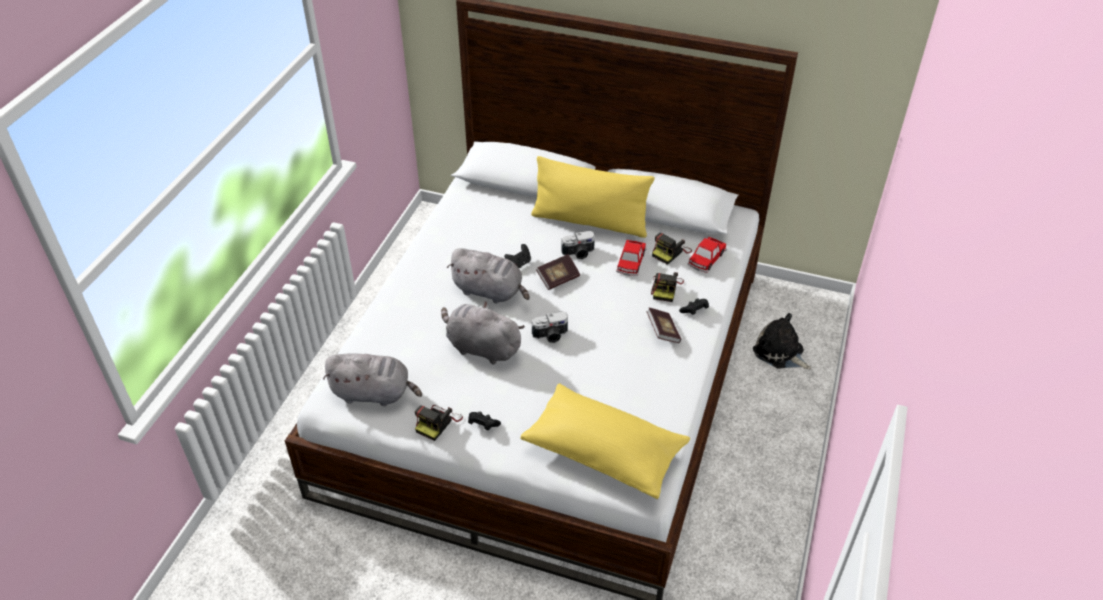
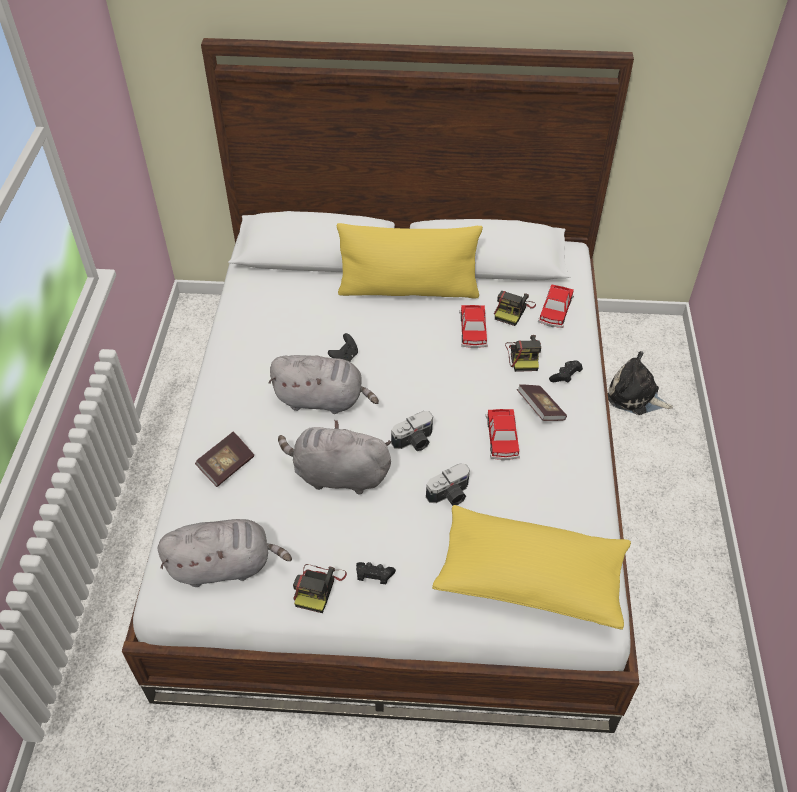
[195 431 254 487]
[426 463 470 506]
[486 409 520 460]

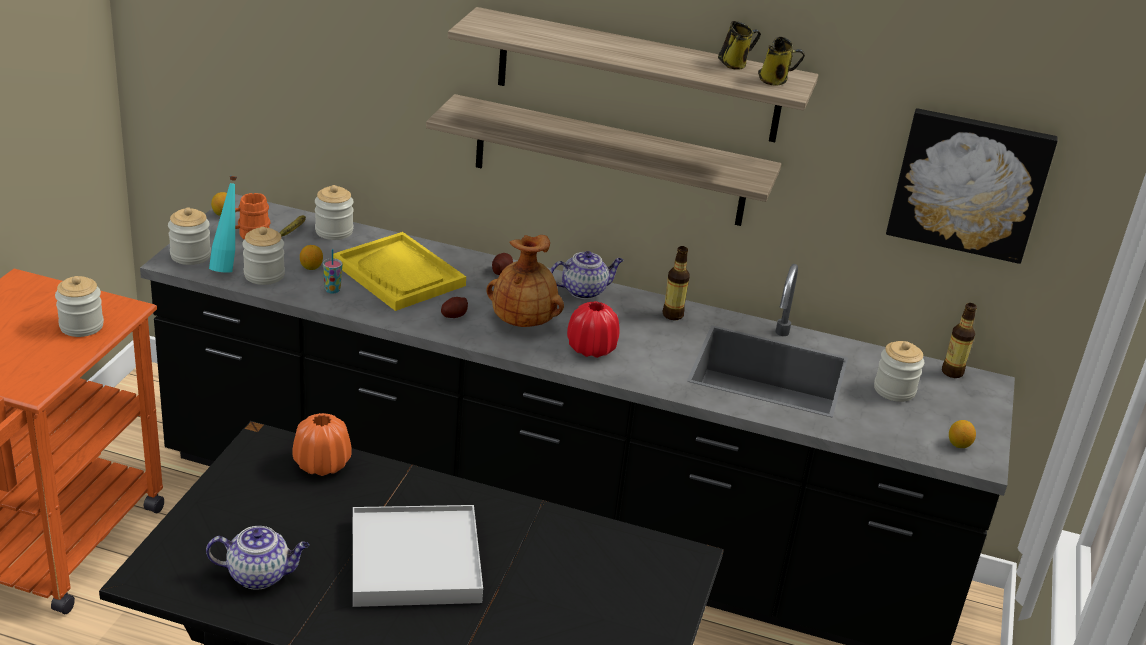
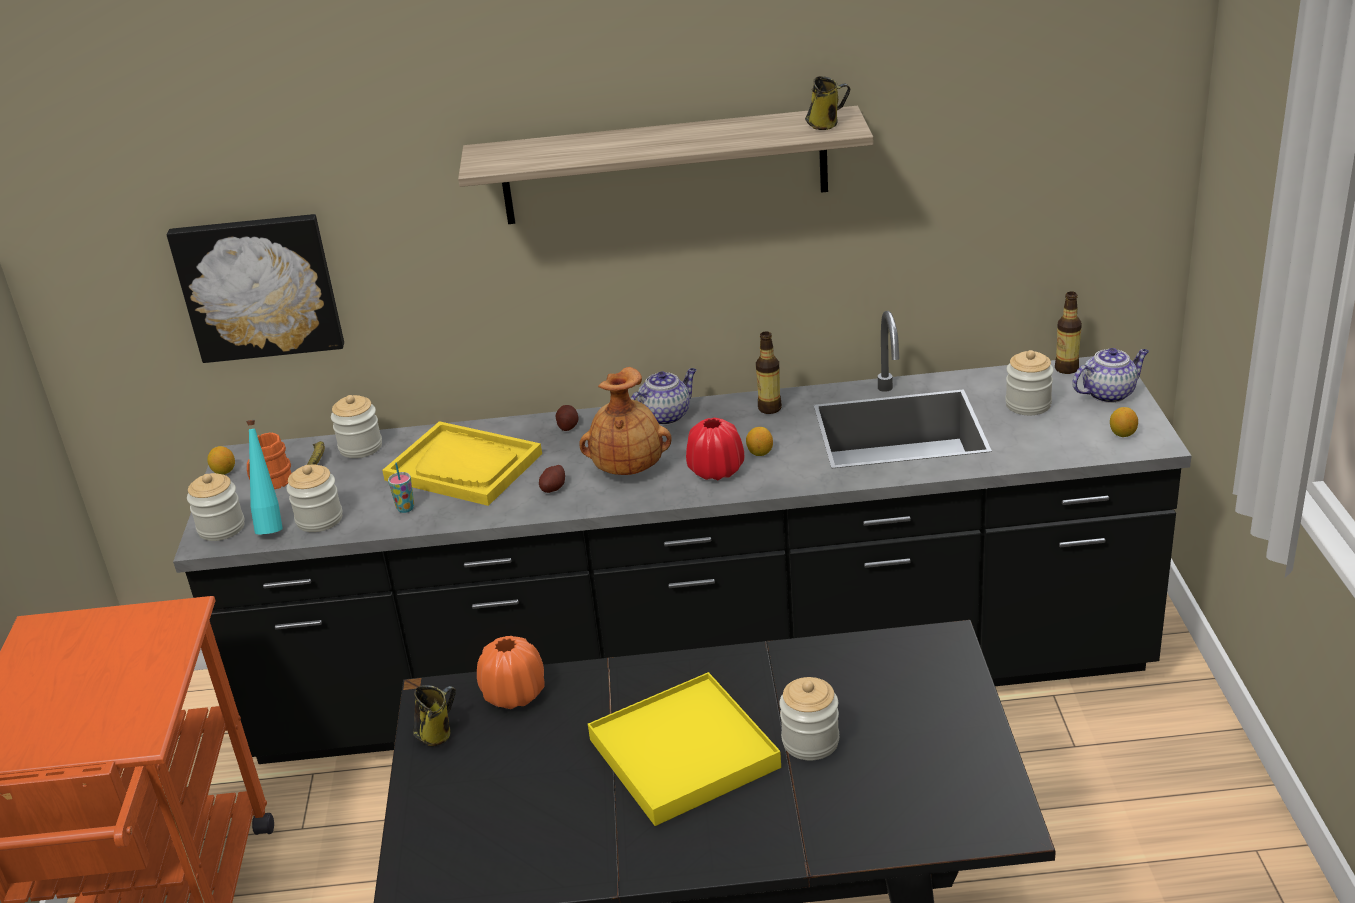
[779 677 839 760]
[1072 348 1149 403]
[746 427 773 456]
[588 672 781 826]
[426 94 781 226] (first image)
[413 685 456 746]
[167 214 344 363]

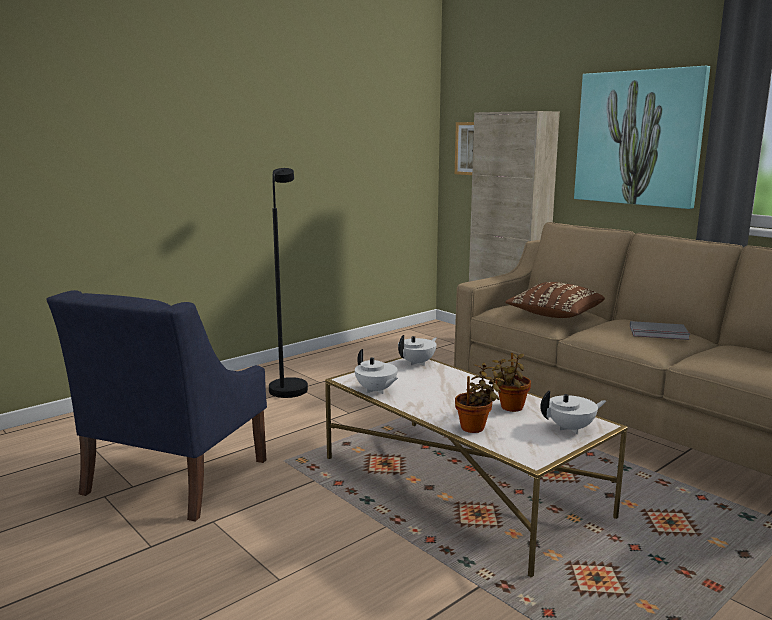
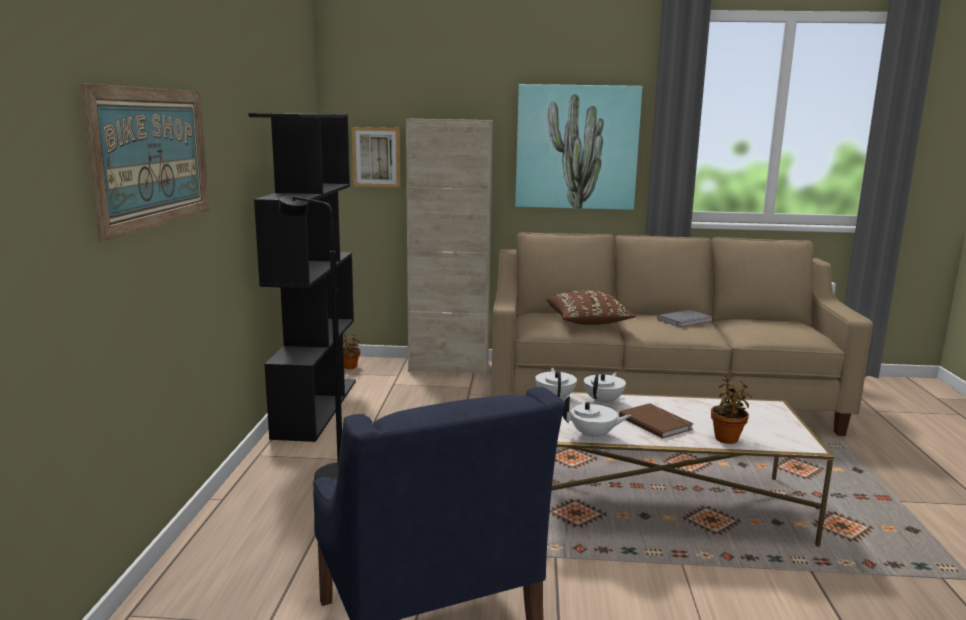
[343 332 360 369]
[584 372 626 405]
[80 83 209 241]
[249 113 356 442]
[619 403 694 439]

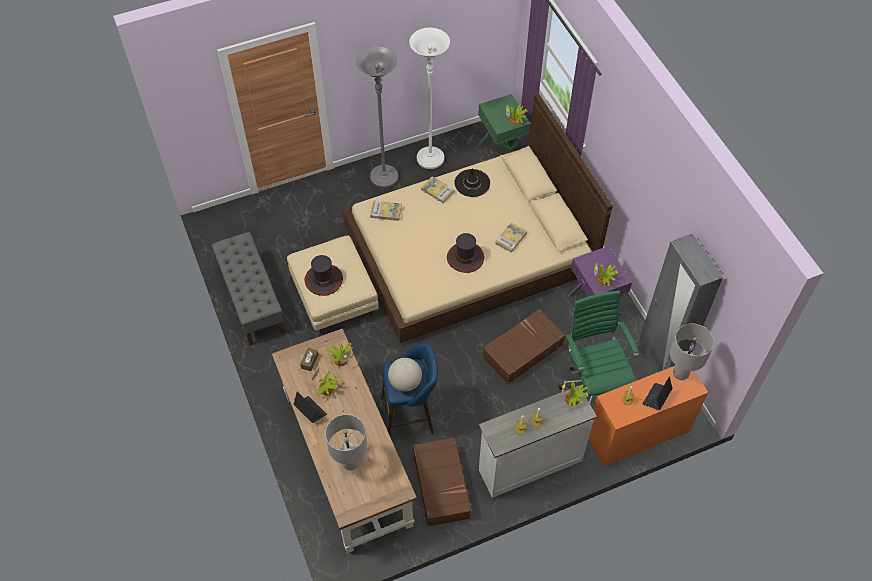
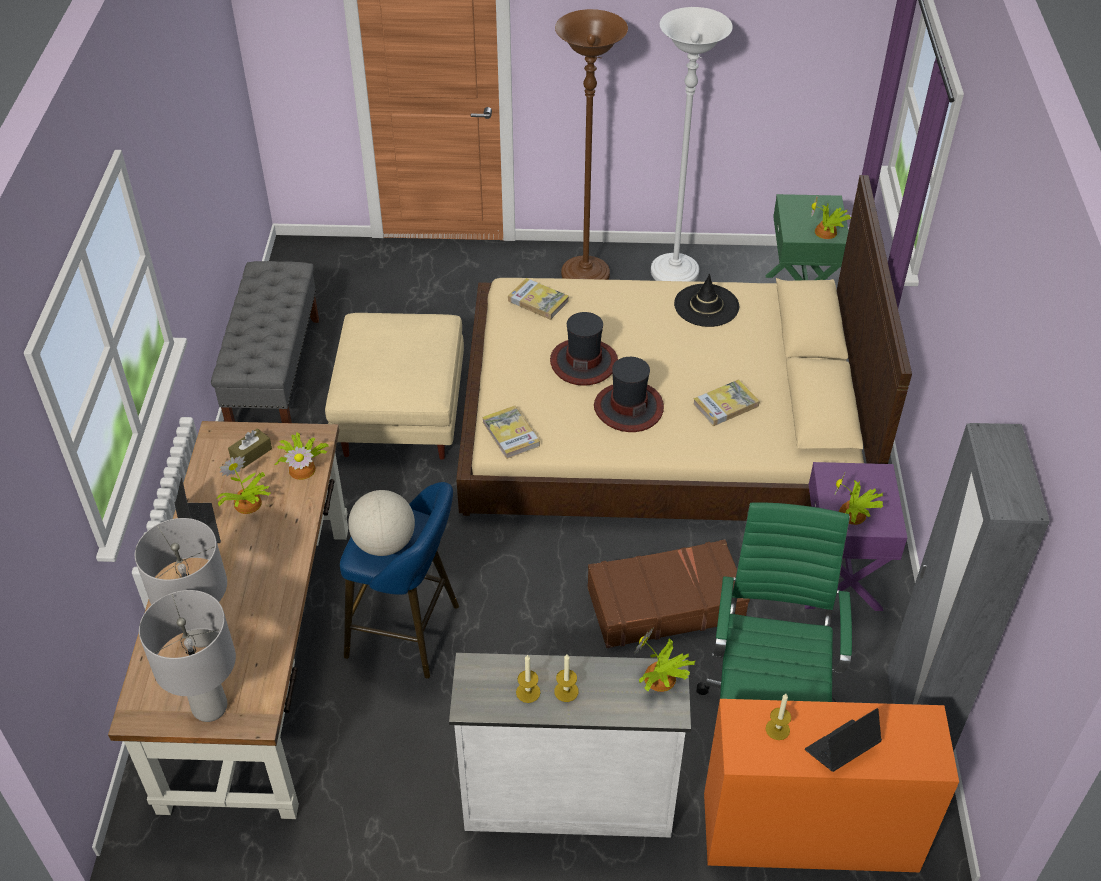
[550 312 618 386]
[555 9 628 280]
[413 437 473 527] (first image)
[482 405 540 459]
[139 590 236 722]

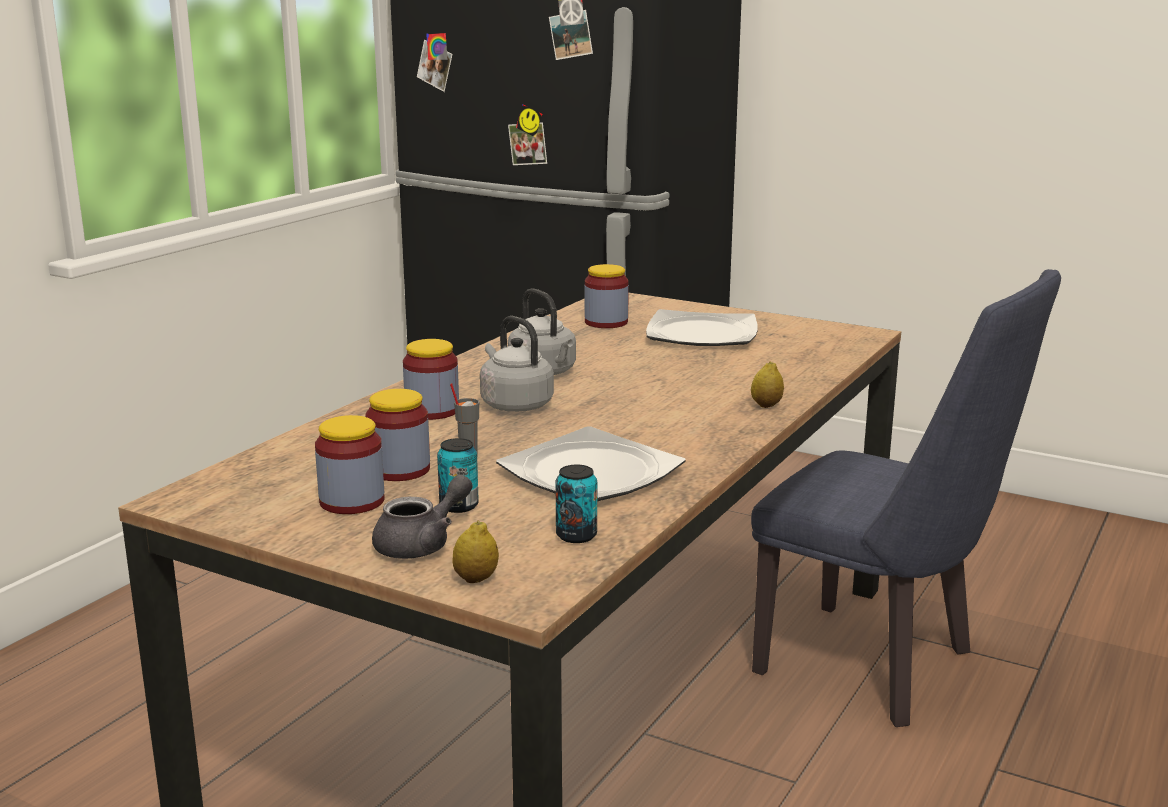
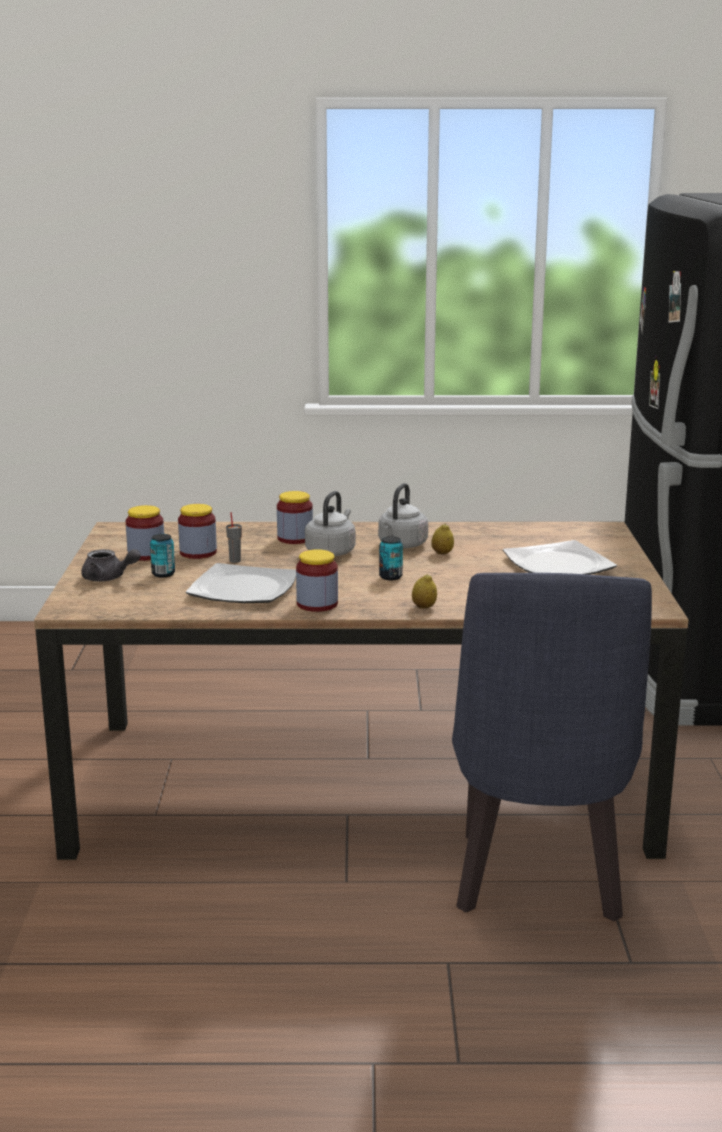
[431 524 454 554]
[379 536 403 580]
[296 549 338 612]

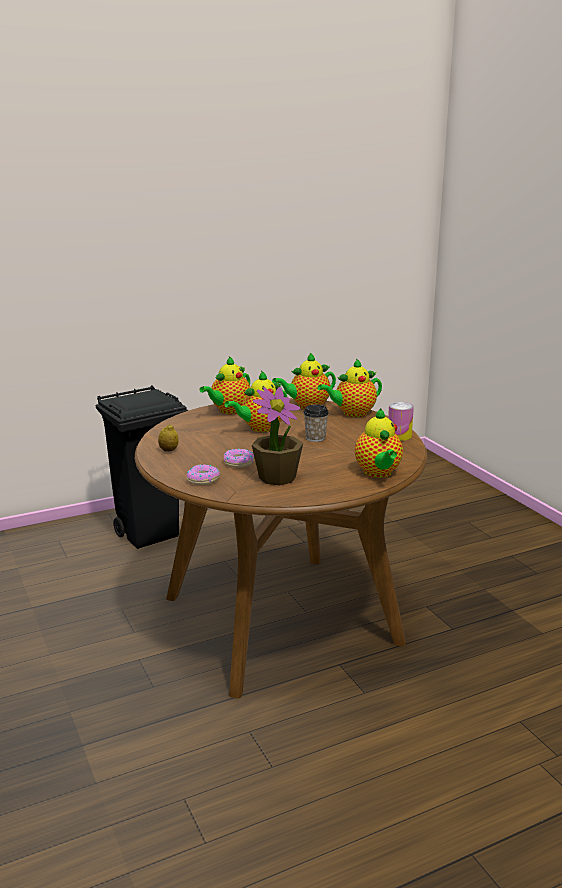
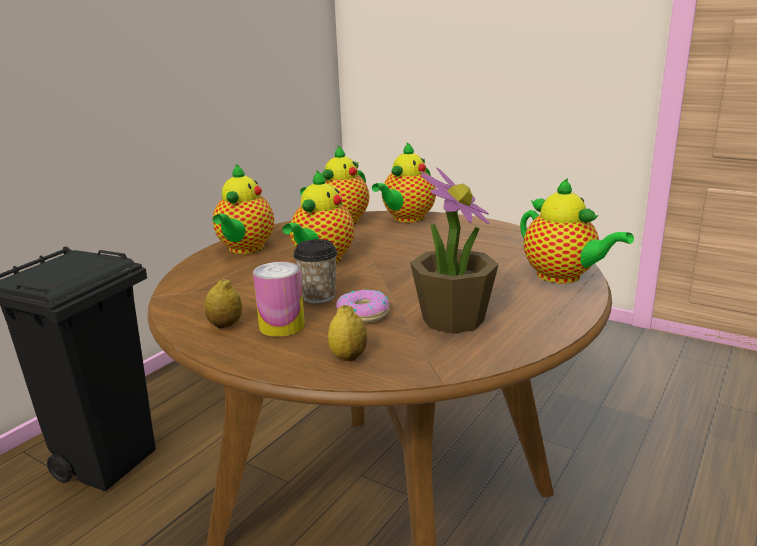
[328 305 367 361]
[293 239 338 303]
[253 262 305 337]

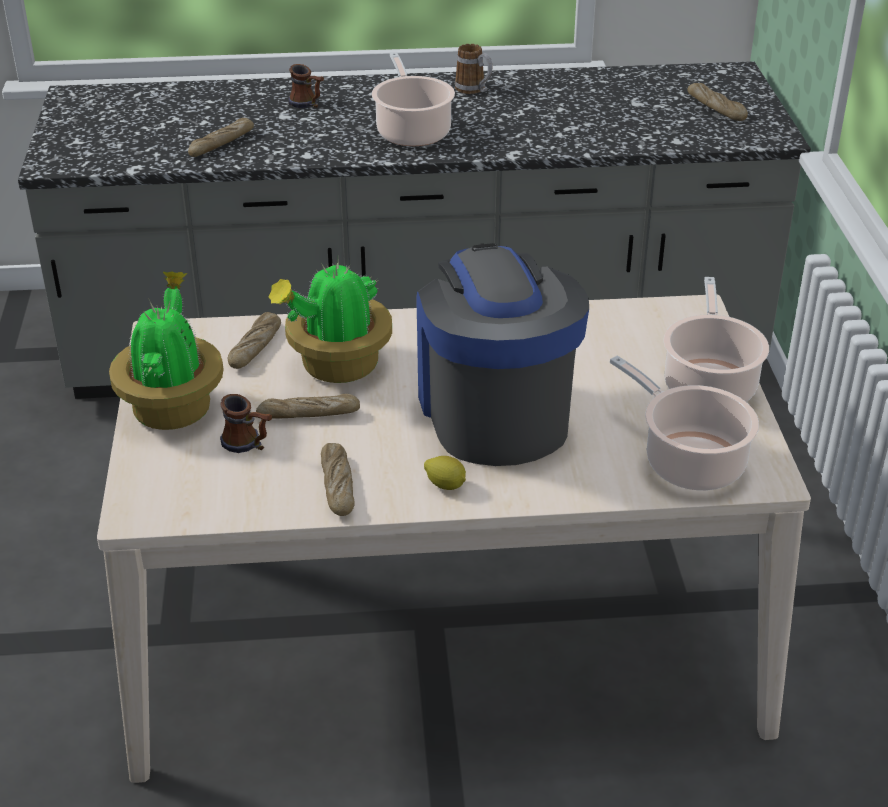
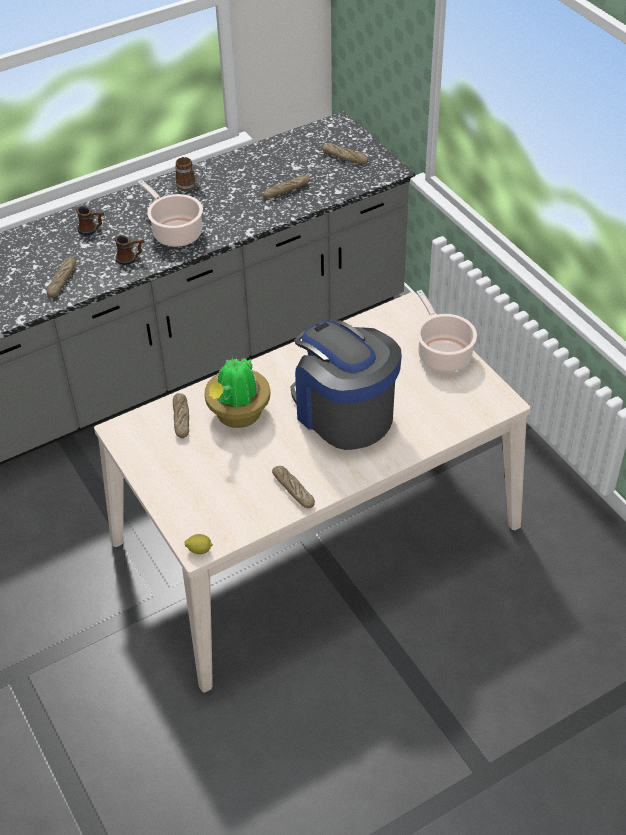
[109 271 224 430] (first image)
[114 235 145 265]
[263 175 310 199]
[185 534 213 554]
[610 356 759 490] (first image)

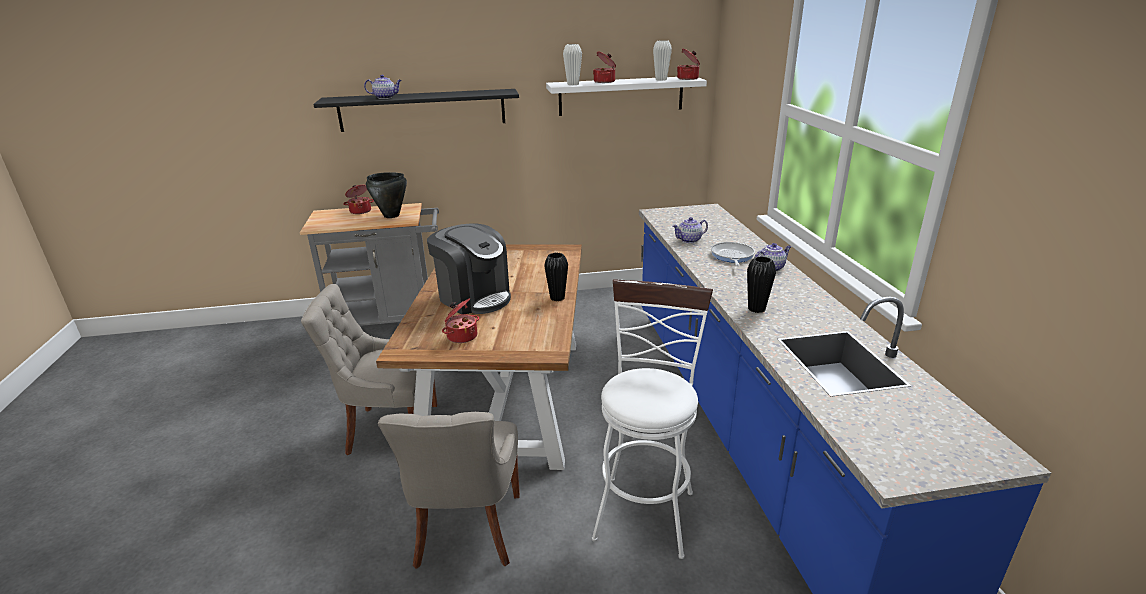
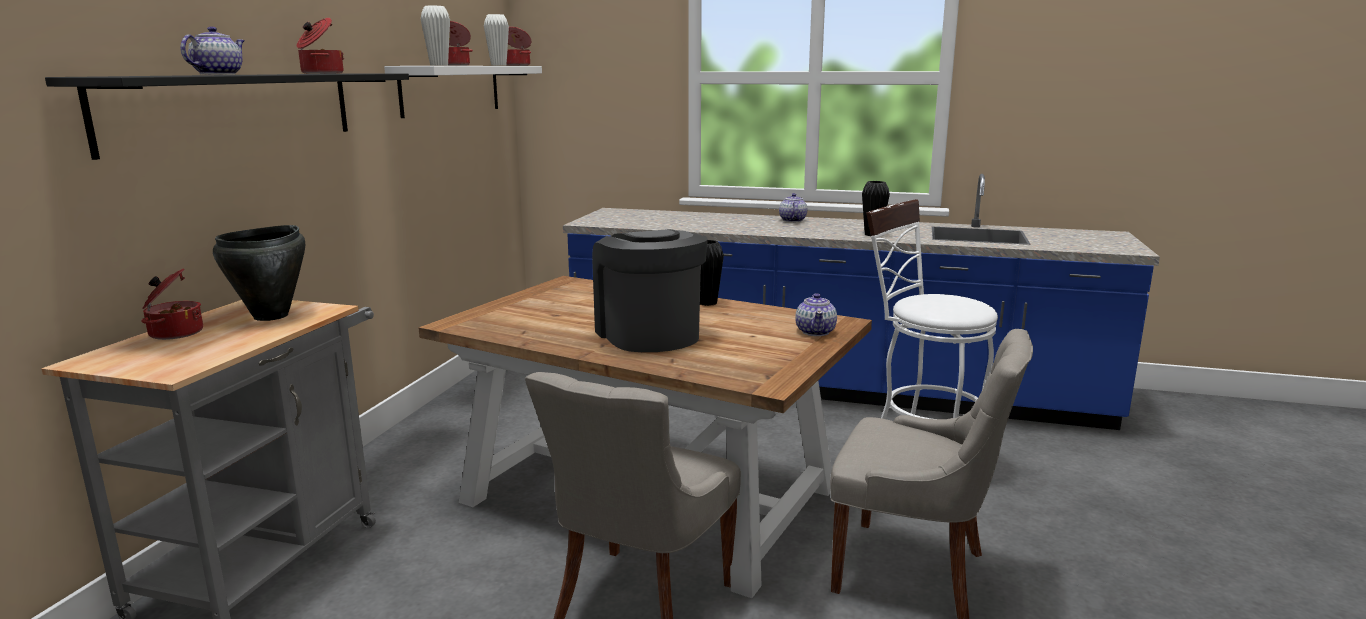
[592 229 708 352]
[297 18 344 74]
[795 293 837 336]
[711 242 755 266] (first image)

